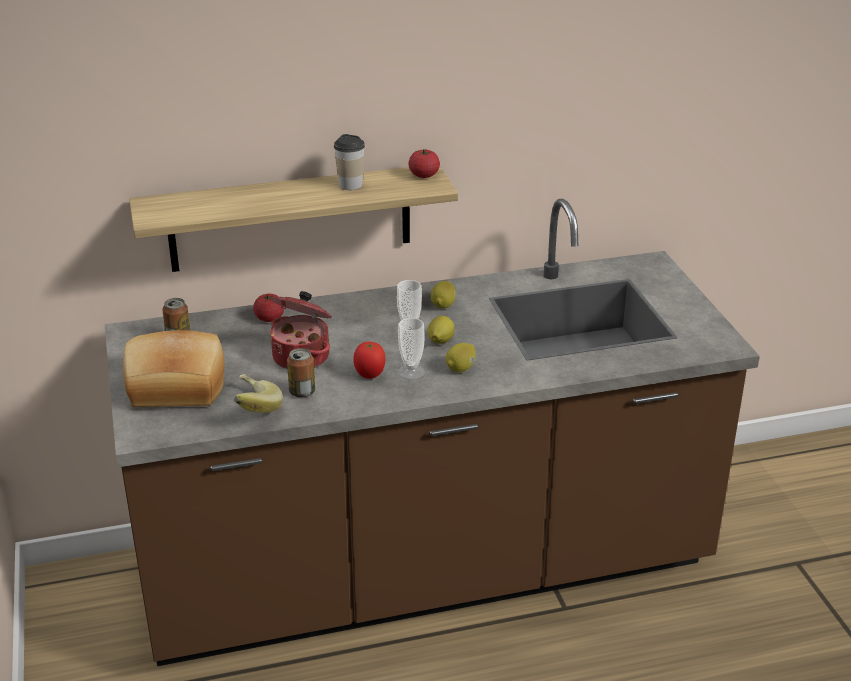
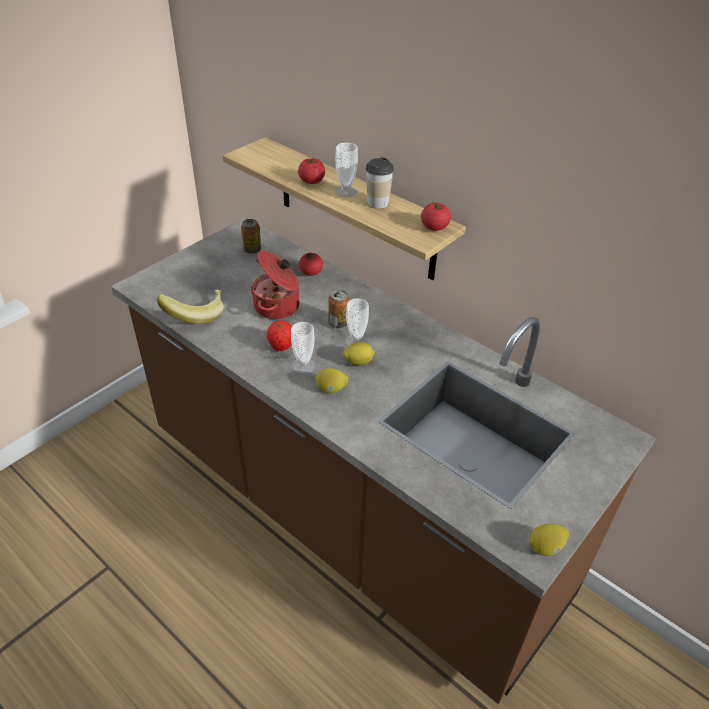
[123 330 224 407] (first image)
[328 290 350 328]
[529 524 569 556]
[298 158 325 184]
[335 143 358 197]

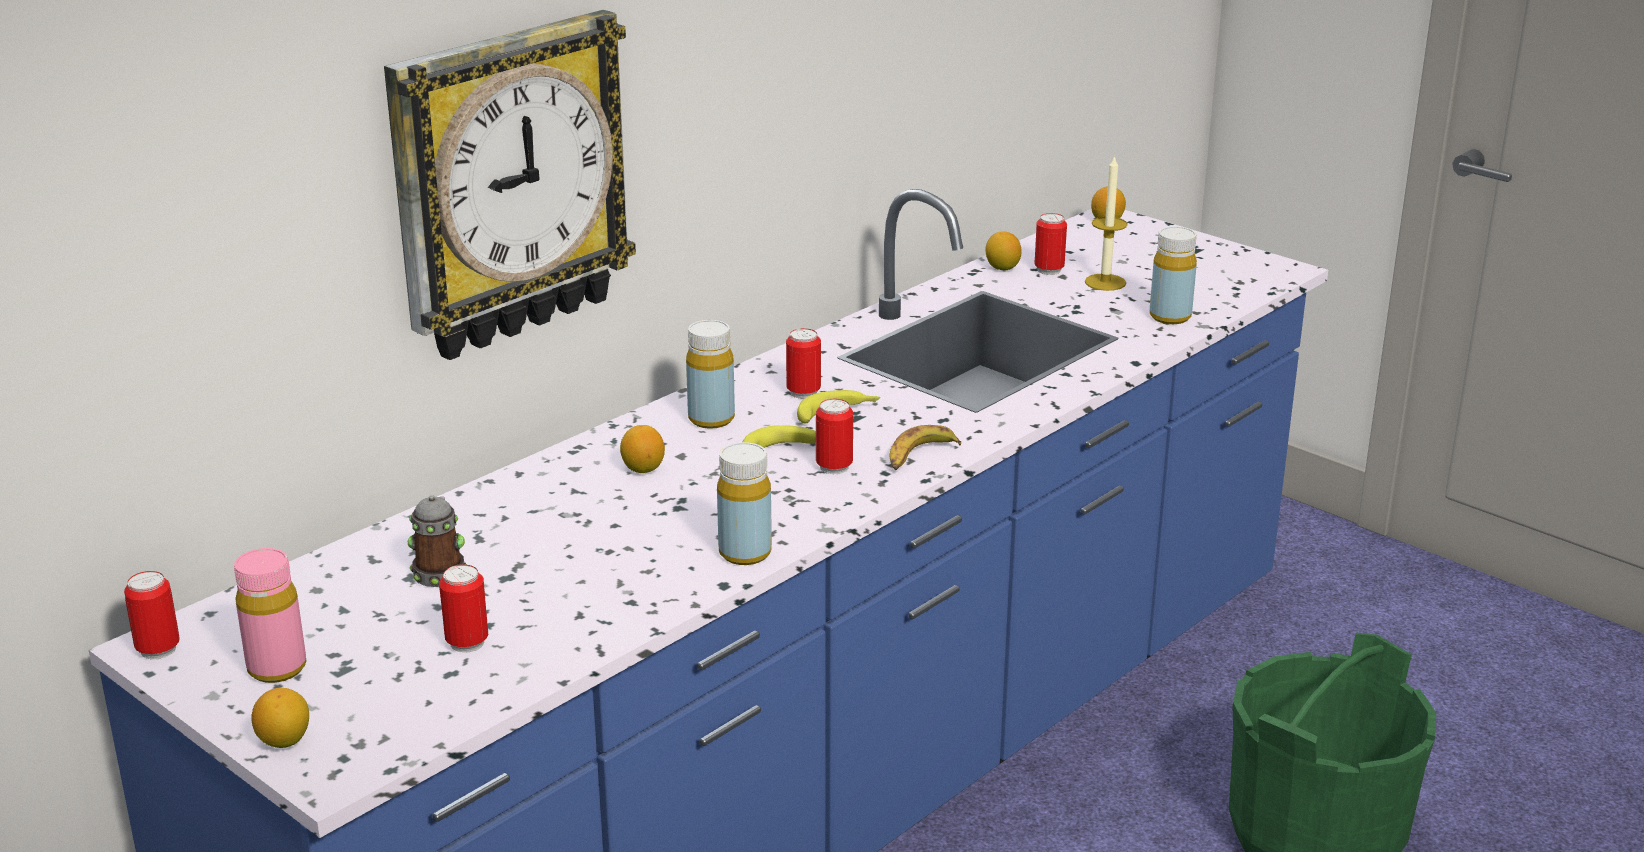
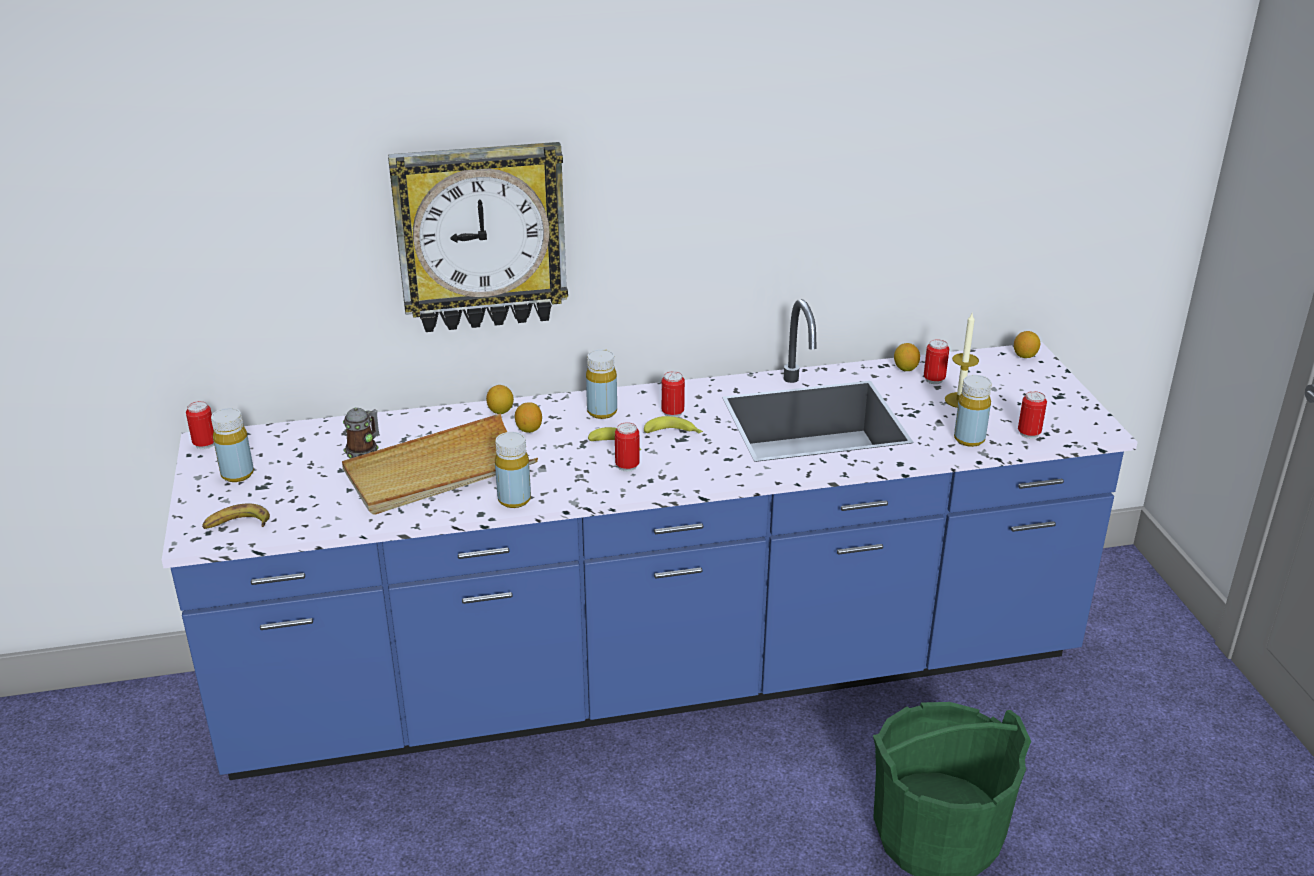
[211 408 254 482]
[486 385 514 414]
[1018 391 1047 439]
[202 504 270 529]
[342 414 538 515]

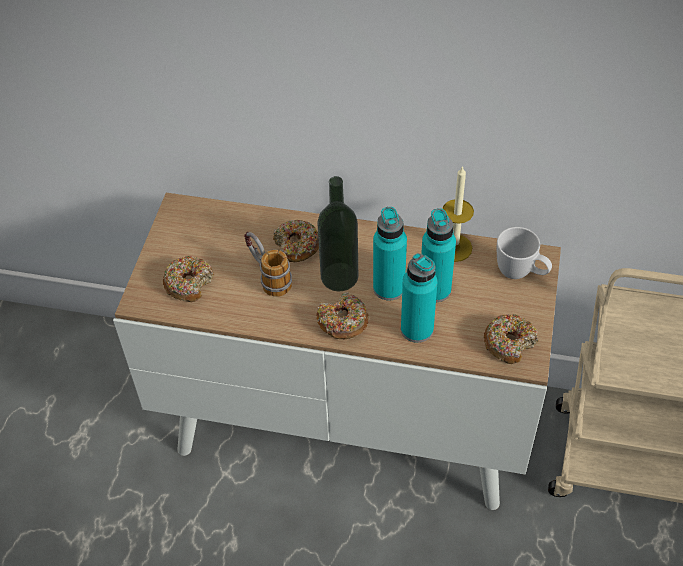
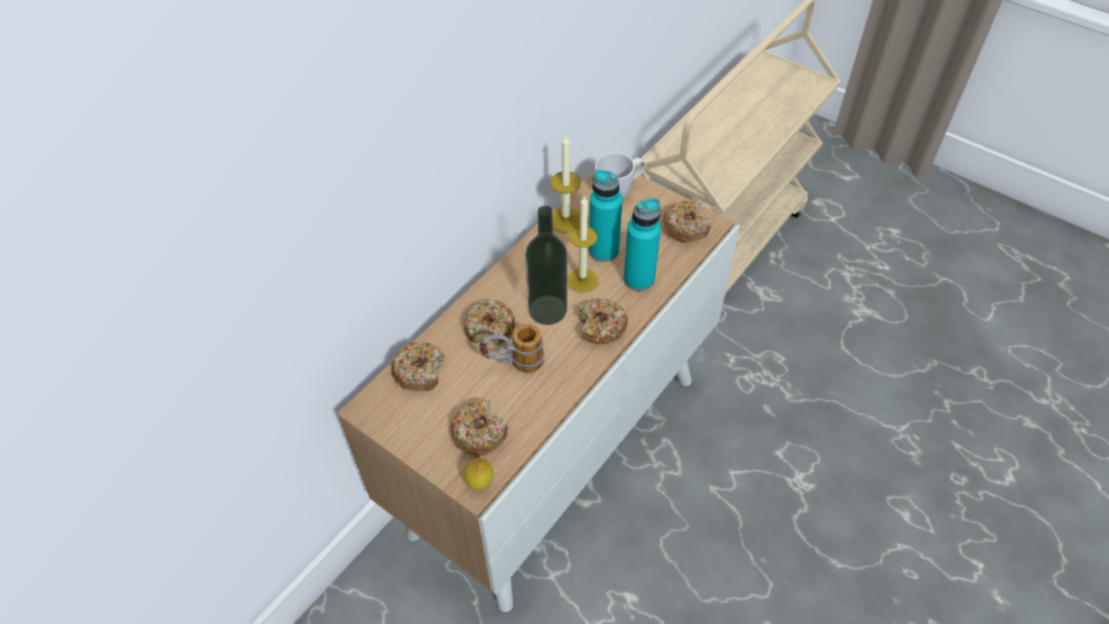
[567 195 598 293]
[391 342 445 391]
[464 458 493 491]

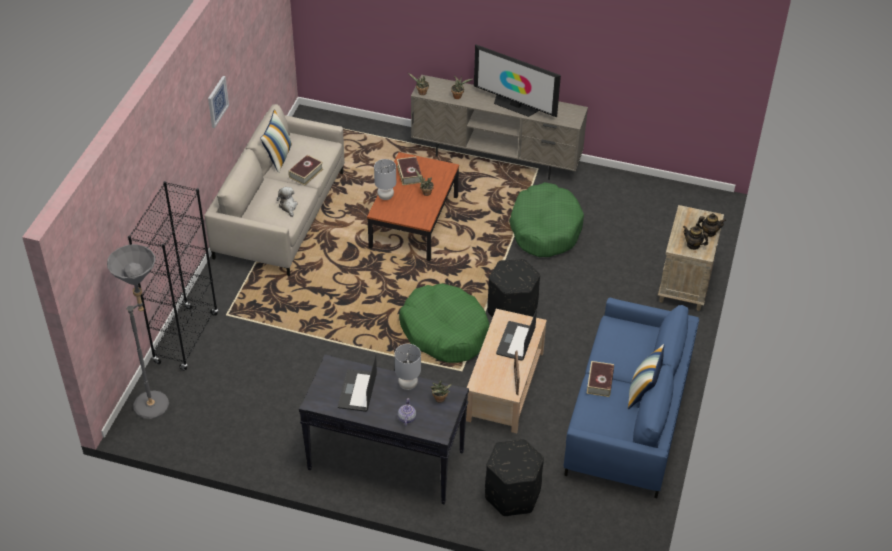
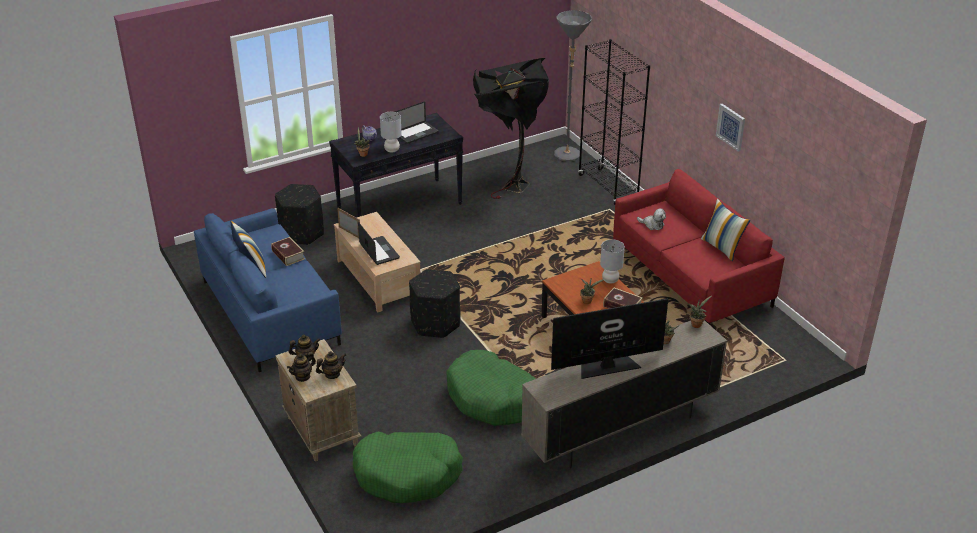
[613 169 785 325]
[288 155 323 185] (first image)
[395 101 439 144]
[353 432 463 503]
[316 351 346 379]
[473 58 549 199]

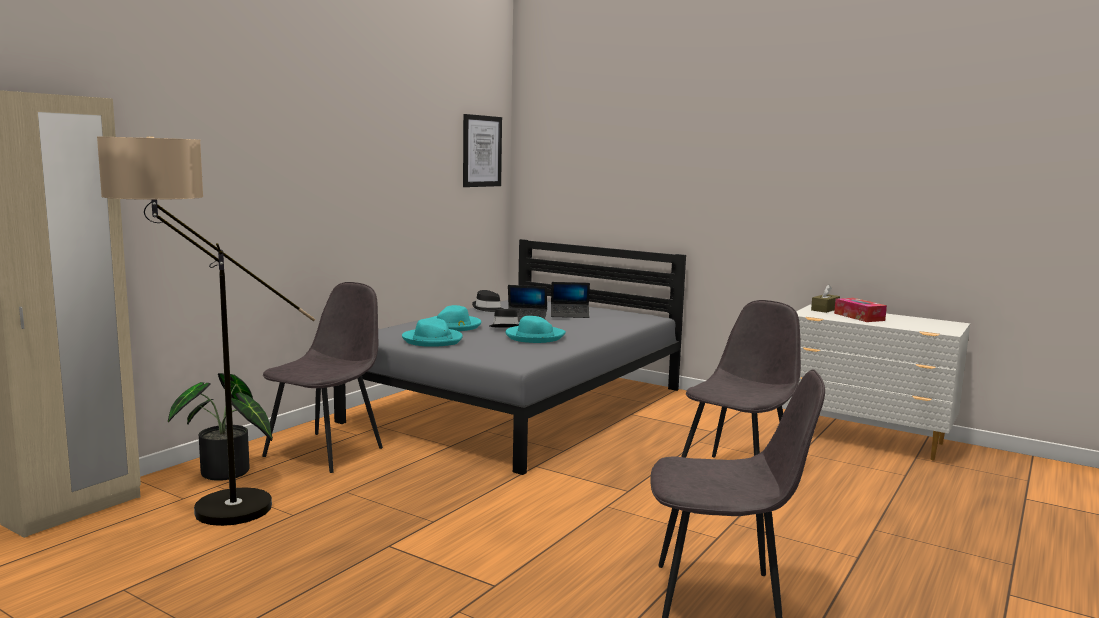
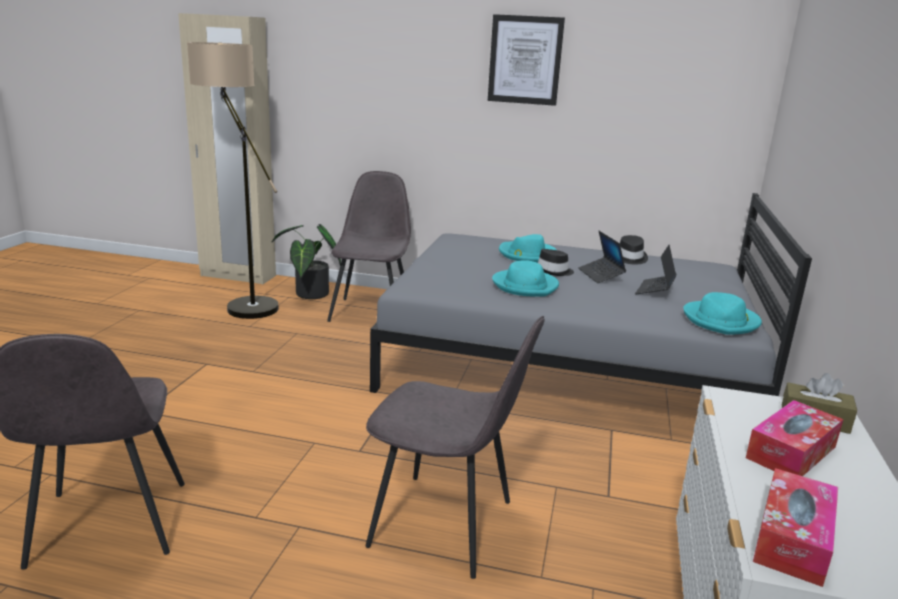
[327 171 411 322]
[683 292 762 335]
[488 14 565 106]
[635 245 676 294]
[753 468 838 587]

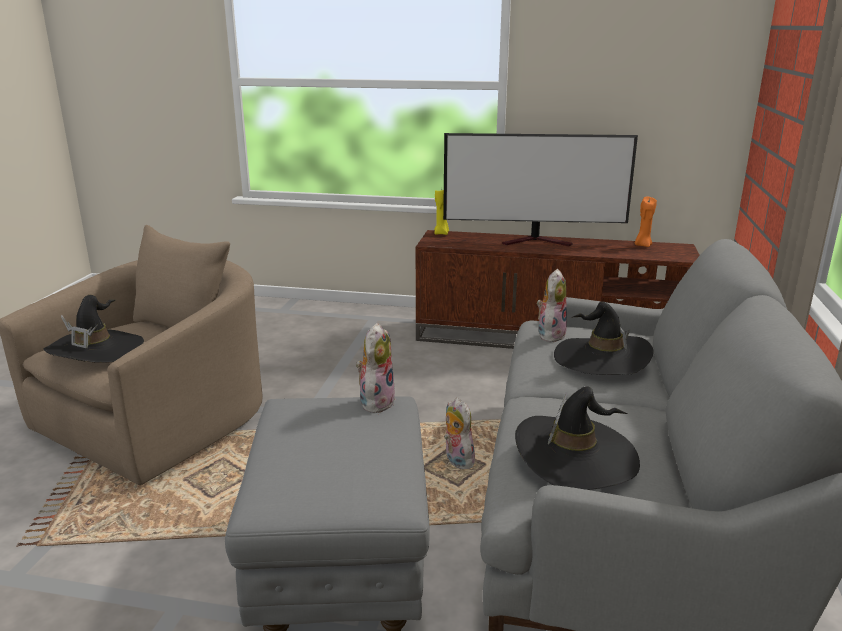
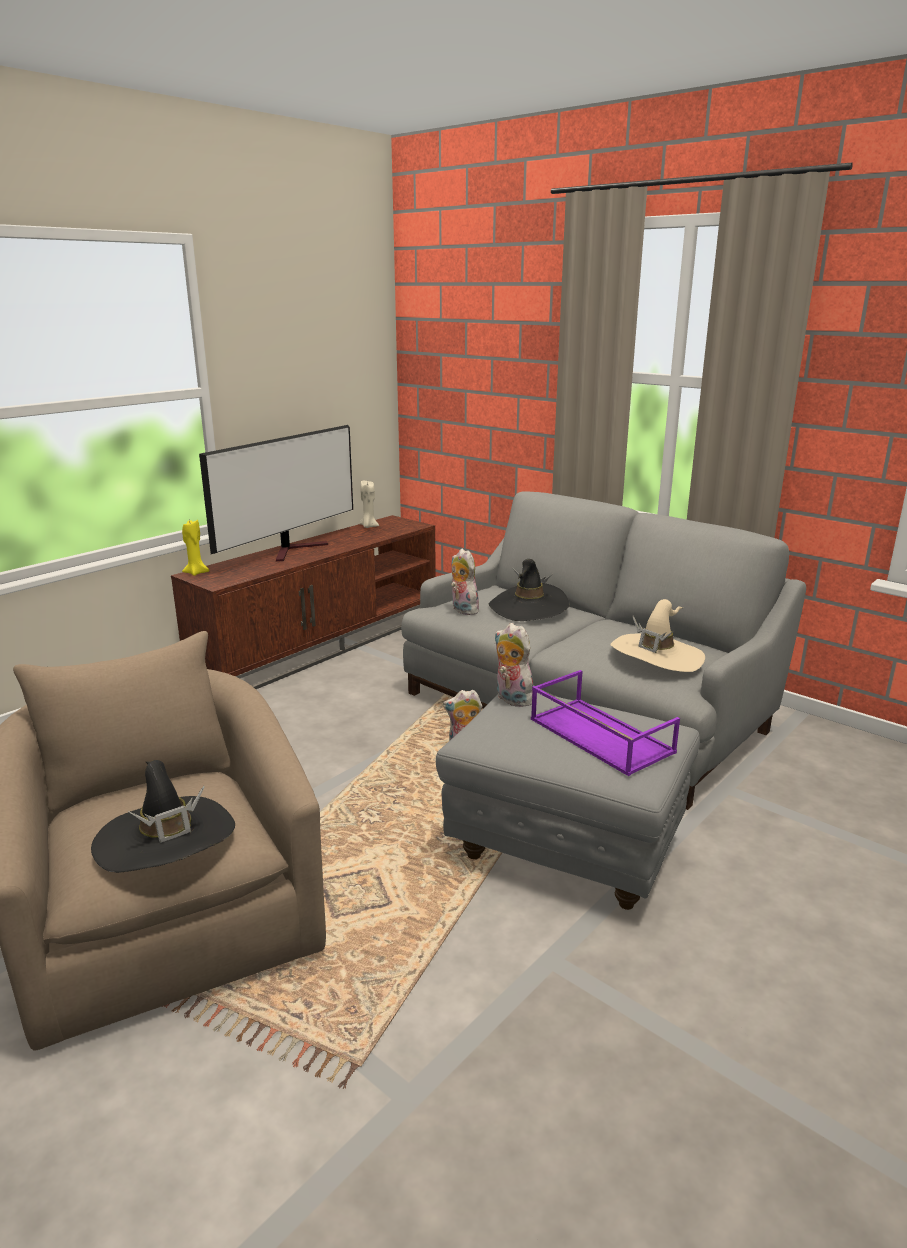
[610 599 705 672]
[360 481 379 528]
[531 670 680 776]

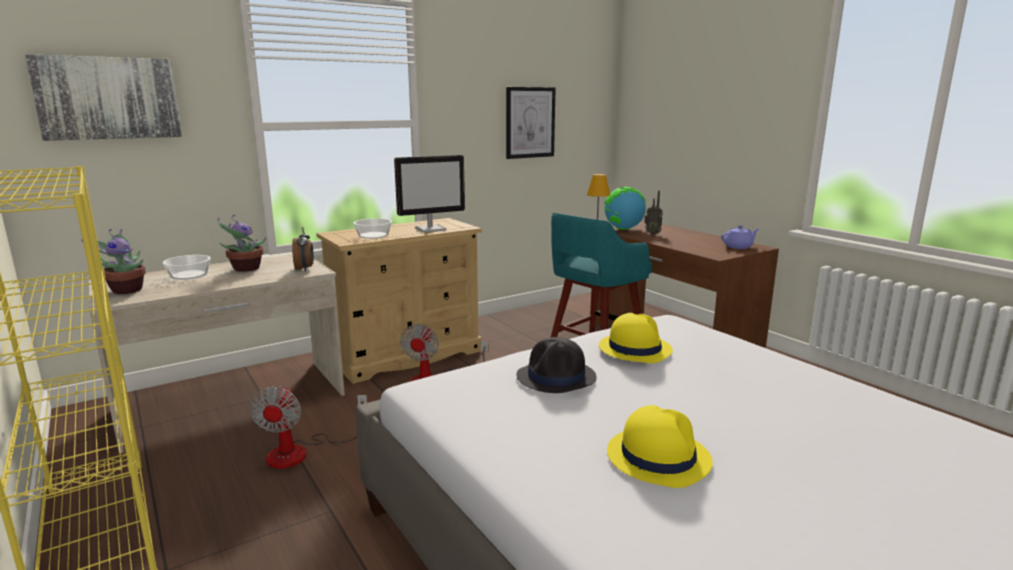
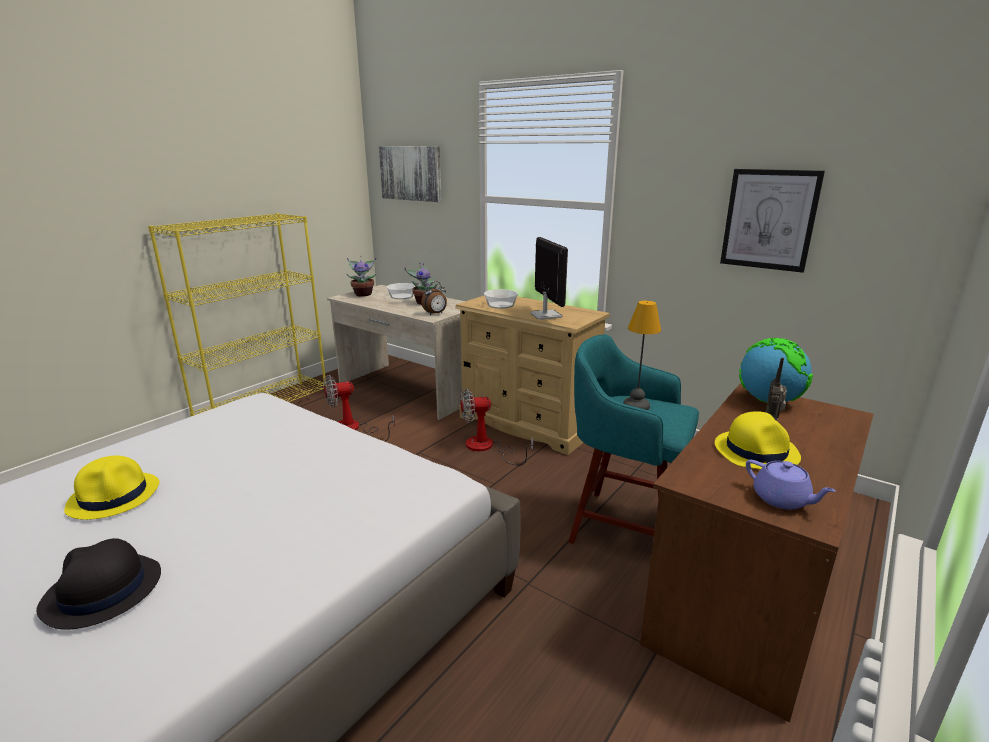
[530 237 568 320]
[36 538 161 630]
[715 411 801 469]

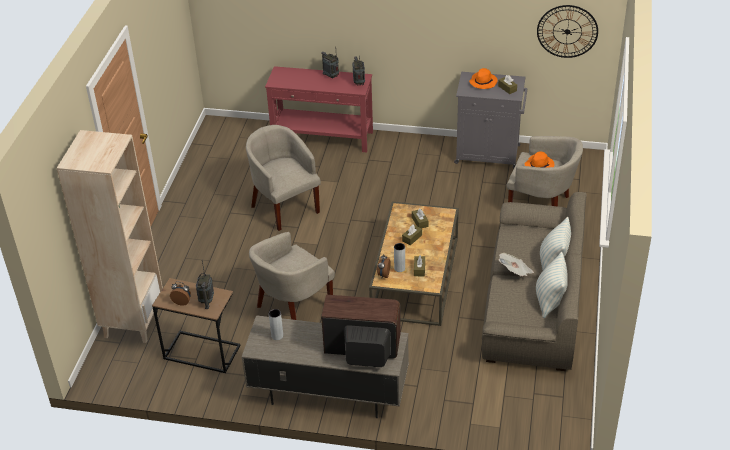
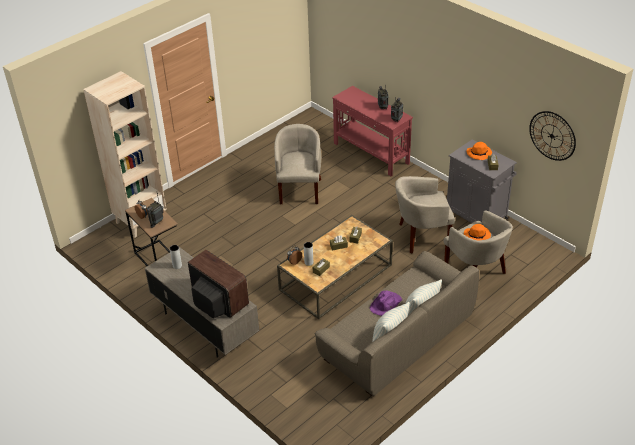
[395 176 455 254]
[370 291 402 316]

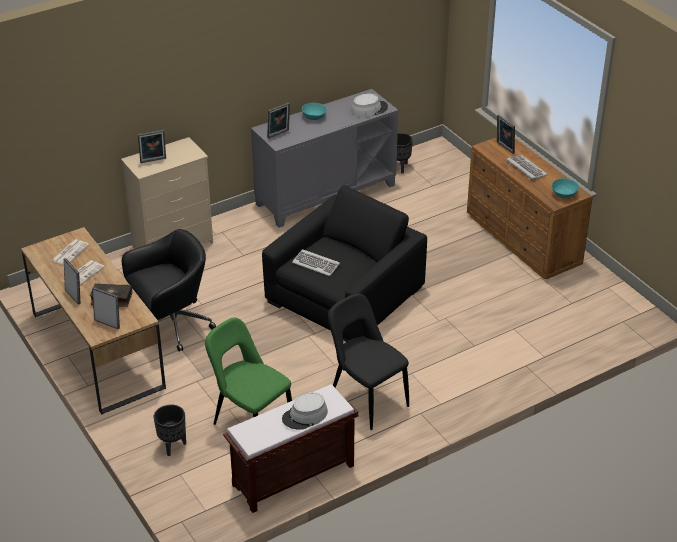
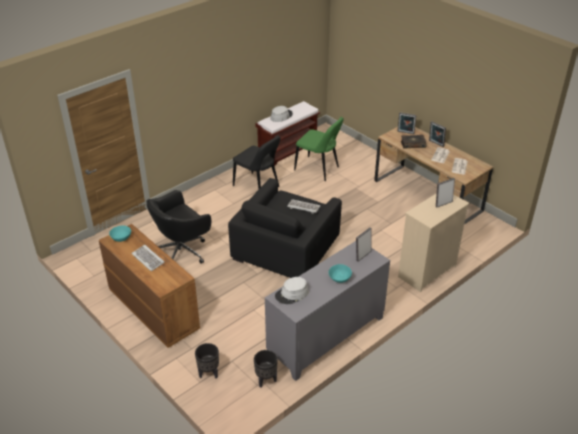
[146 190 211 264]
[195 343 219 379]
[497 115 515 154] (first image)

